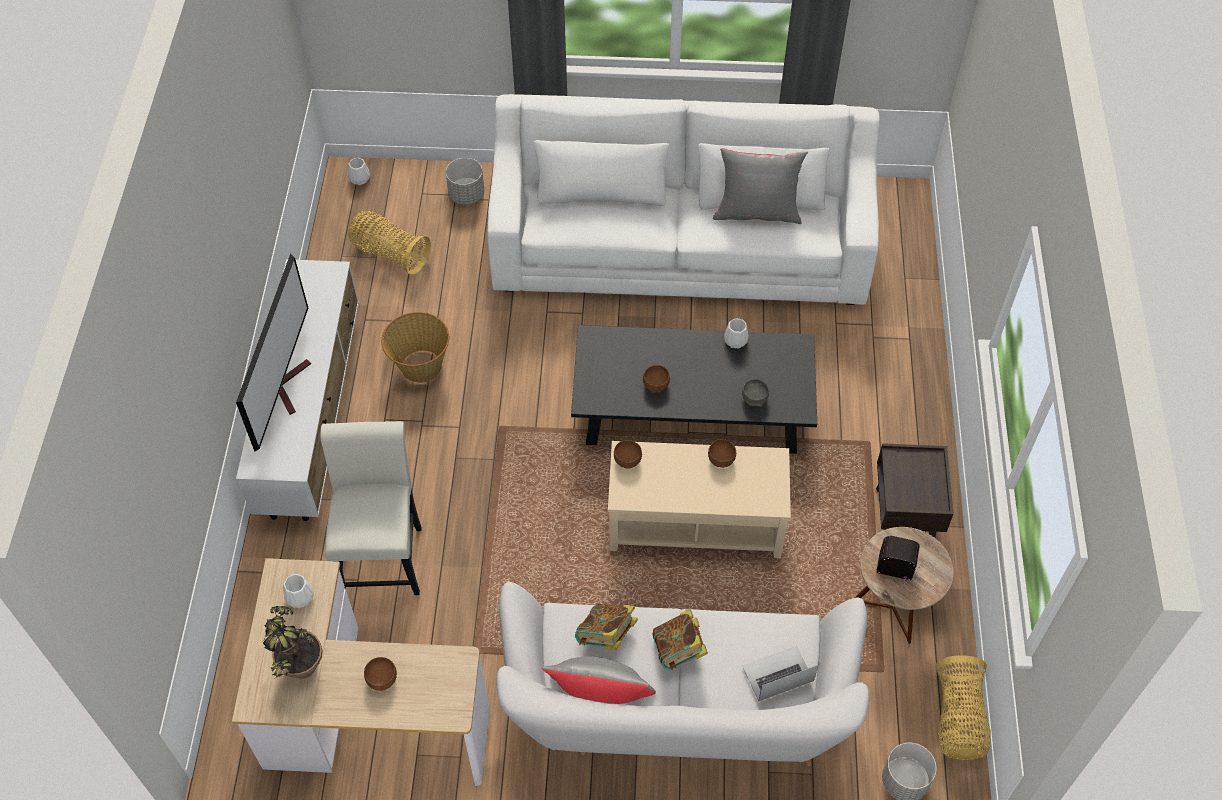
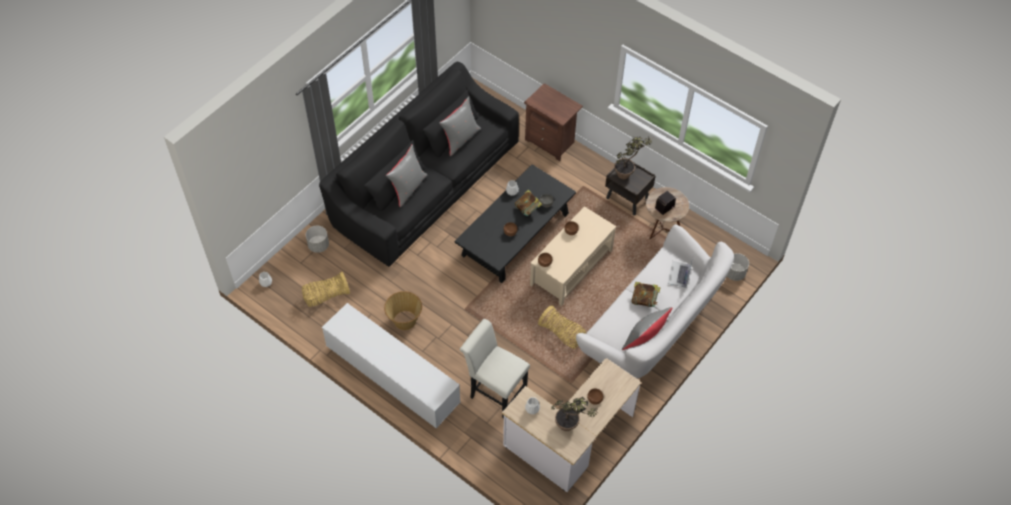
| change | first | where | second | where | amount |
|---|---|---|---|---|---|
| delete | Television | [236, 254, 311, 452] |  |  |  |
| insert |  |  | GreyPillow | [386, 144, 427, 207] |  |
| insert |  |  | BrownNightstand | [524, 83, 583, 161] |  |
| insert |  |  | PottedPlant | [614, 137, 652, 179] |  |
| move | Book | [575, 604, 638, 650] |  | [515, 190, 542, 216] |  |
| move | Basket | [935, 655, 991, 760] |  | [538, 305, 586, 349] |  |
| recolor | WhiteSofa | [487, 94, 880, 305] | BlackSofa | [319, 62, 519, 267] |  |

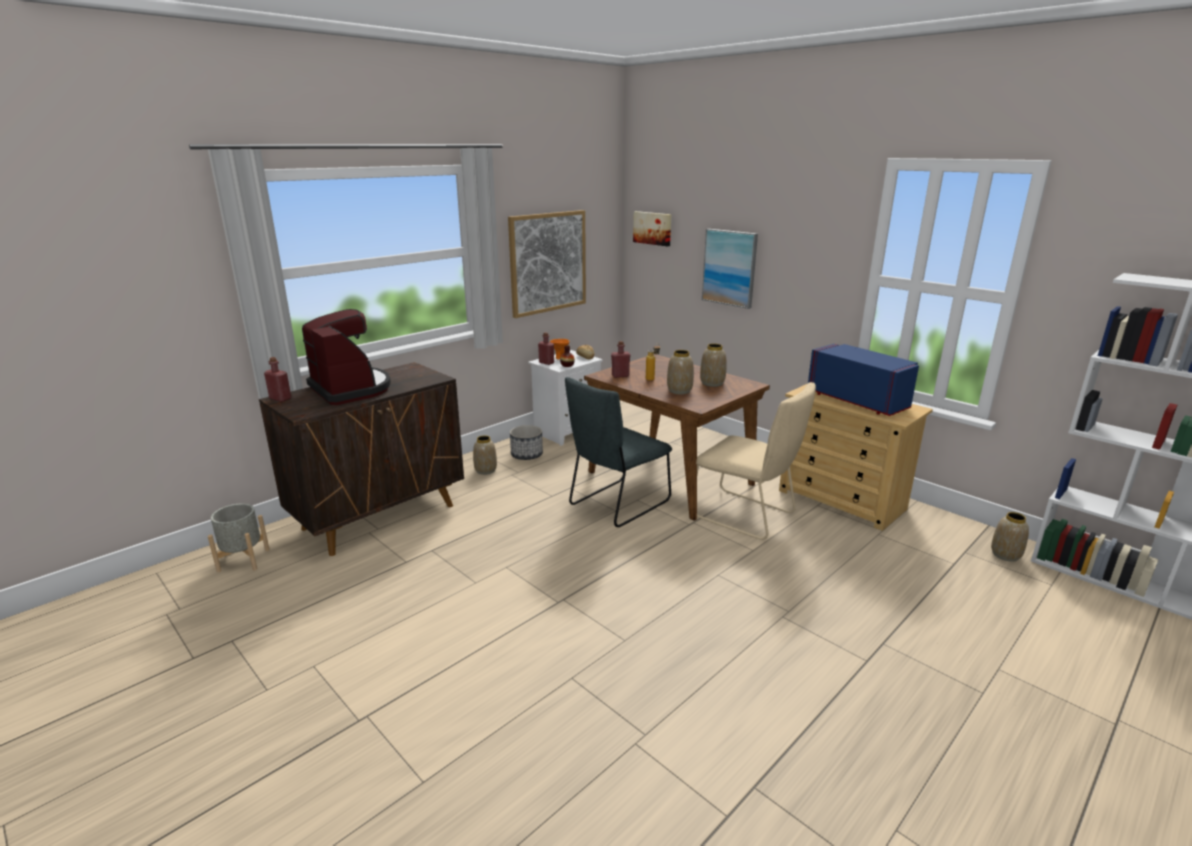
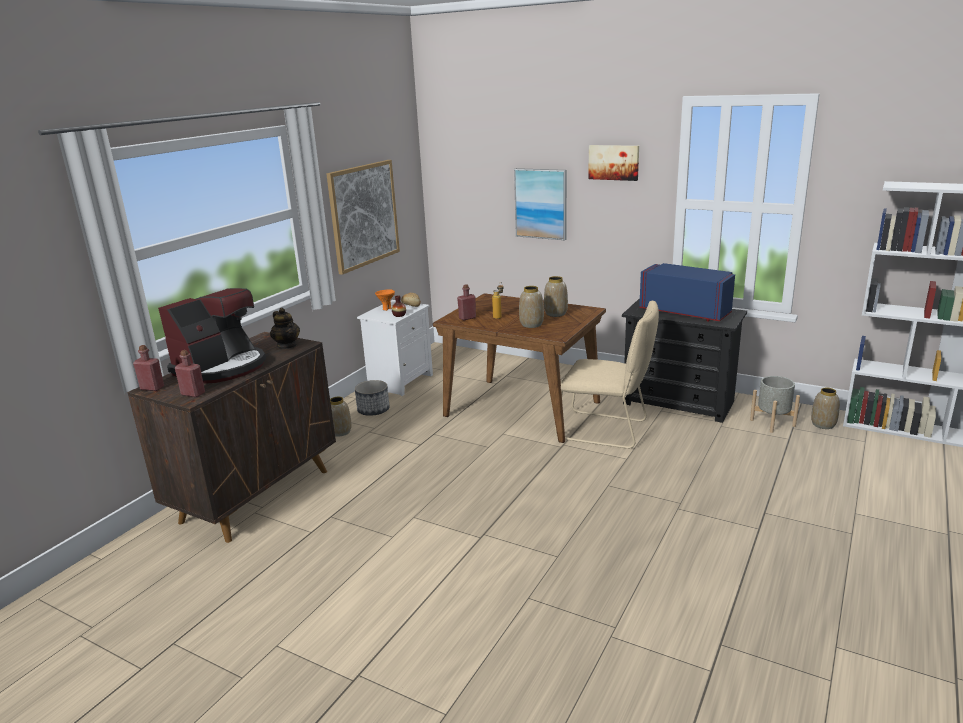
| change | first | where | second | where | amount |
|---|---|---|---|---|---|
| delete | GreyChair | [565, 377, 672, 527] |  |  |  |
| insert |  |  | Teapot | [270, 308, 300, 349] |  |
| move | GreyPlanter | [208, 504, 270, 572] |  | [750, 376, 800, 433] |  |
| move | RedBottle | [538, 332, 554, 365] |  | [175, 350, 205, 397] |  |
| move | Picture | [633, 211, 671, 246] |  | [588, 145, 639, 181] |  |
| recolor | BeigeDresser | [779, 384, 933, 531] | BlackDresser | [622, 298, 747, 423] |  |
| rotate | CoffeeMachine | [302, 309, 391, 405] |  | [158, 288, 266, 384] | 90 degrees clockwise |

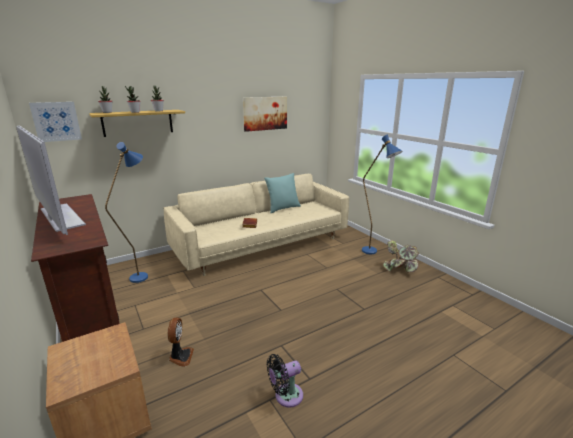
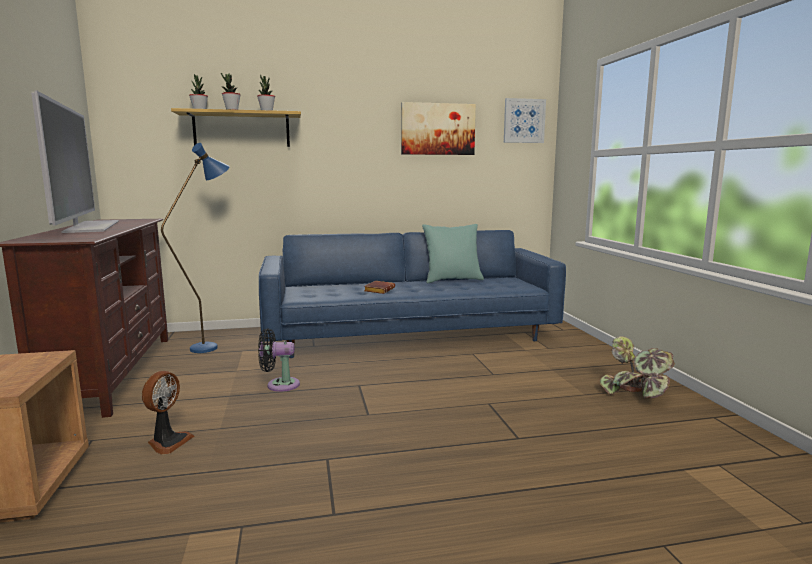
| change | first | where | second | where | amount |
|---|---|---|---|---|---|
| delete | BlueFloorLamp | [362, 135, 403, 254] |  |  |  |
| move | Picture | [29, 102, 82, 142] |  | [504, 98, 546, 143] |  |
| move | BlackFan | [267, 354, 303, 408] |  | [258, 328, 300, 392] |  |
| recolor | BeigeSofa | [163, 174, 349, 276] | BlueSofa | [259, 230, 566, 358] |  |

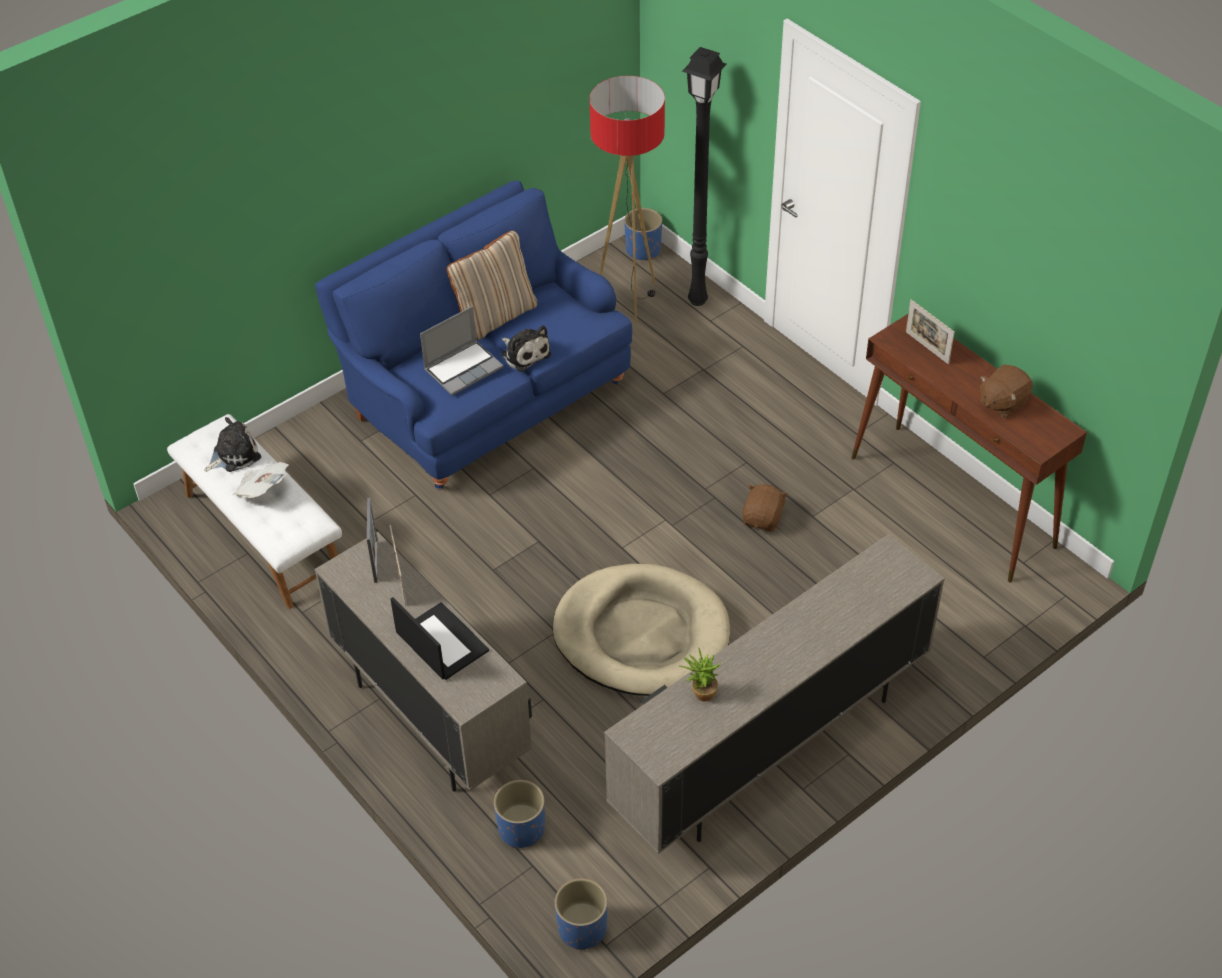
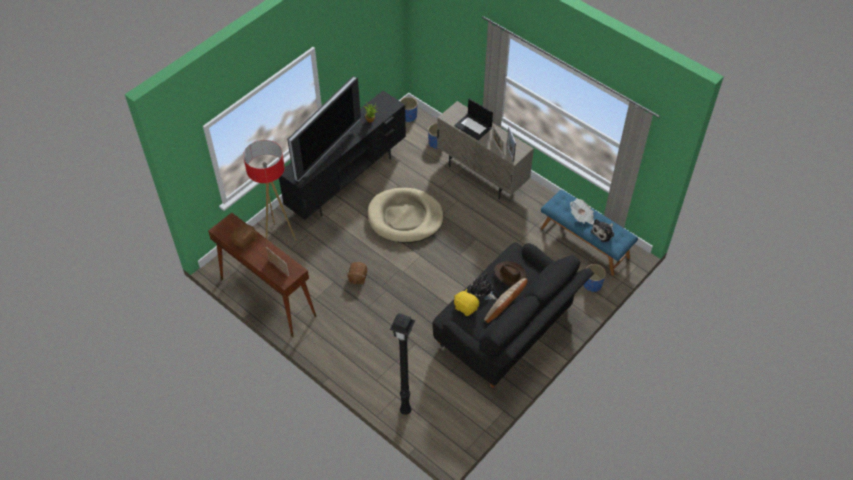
| change | first | where | second | where | amount |
|---|---|---|---|---|---|
| insert |  |  | Television | [287, 76, 361, 182] |  |
| insert |  |  | YellowPlushToy | [454, 289, 479, 316] |  |
| move | FloorLamp | [590, 76, 665, 322] |  | [243, 140, 296, 241] |  |
| move | BluePlanter | [624, 208, 662, 261] |  | [583, 264, 606, 292] |  |
| replace | Laptop | [420, 306, 503, 395] | BrownHat | [494, 261, 527, 287] |  |
| recolor | WhiteBench | [167, 414, 342, 609] | BlueBench | [541, 189, 638, 276] |  |
| recolor | BlueSofa | [315, 181, 632, 488] | BlackSofa | [432, 242, 594, 388] |  |
| recolor | BeigeTvStand | [604, 534, 945, 854] | BlackTvStand | [279, 91, 406, 220] |  |

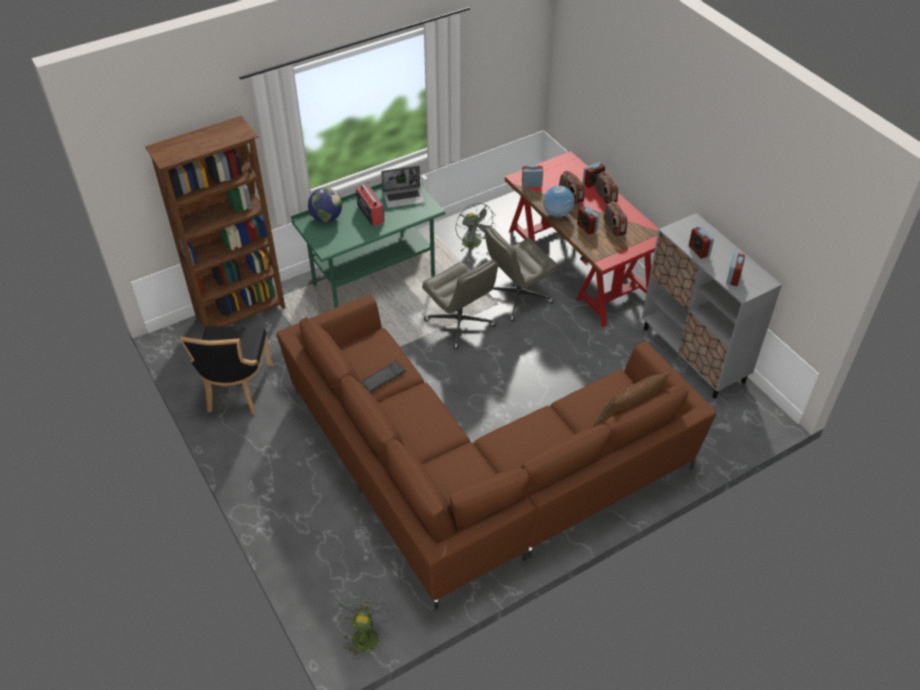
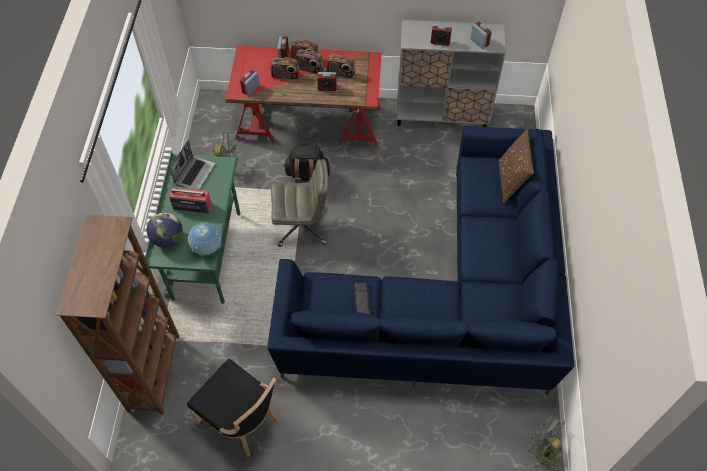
| change | first | where | second | where | amount |
|---|---|---|---|---|---|
| insert |  |  | Radio | [295, 49, 324, 74] |  |
| move | Globe | [543, 185, 575, 217] |  | [188, 223, 221, 255] |  |
| replace | GreyOfficeChair | [484, 227, 558, 321] | BlackBackpack | [283, 145, 330, 183] |  |
| recolor | BrownSofa | [276, 294, 716, 610] | BlueSofa | [267, 126, 574, 395] |  |

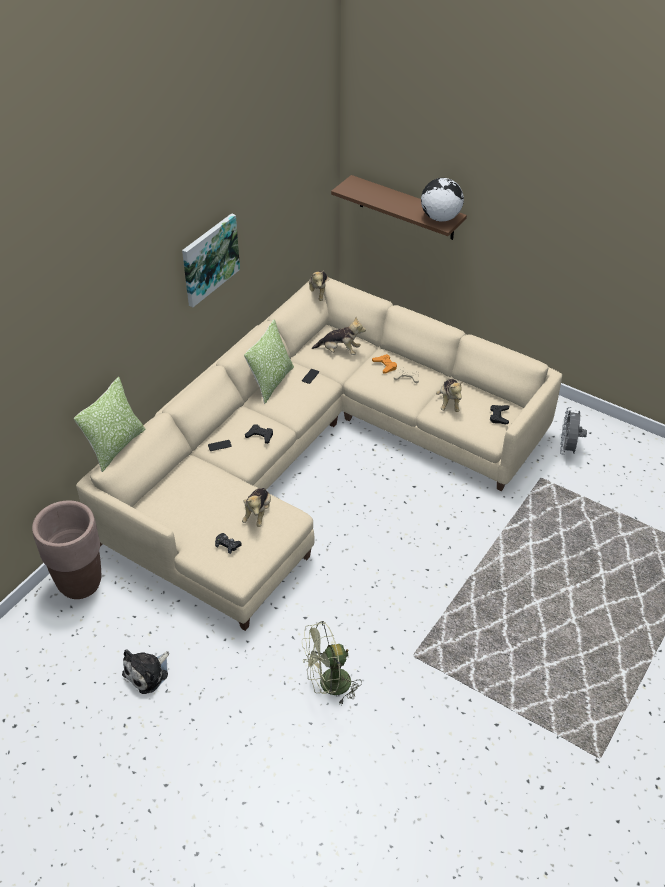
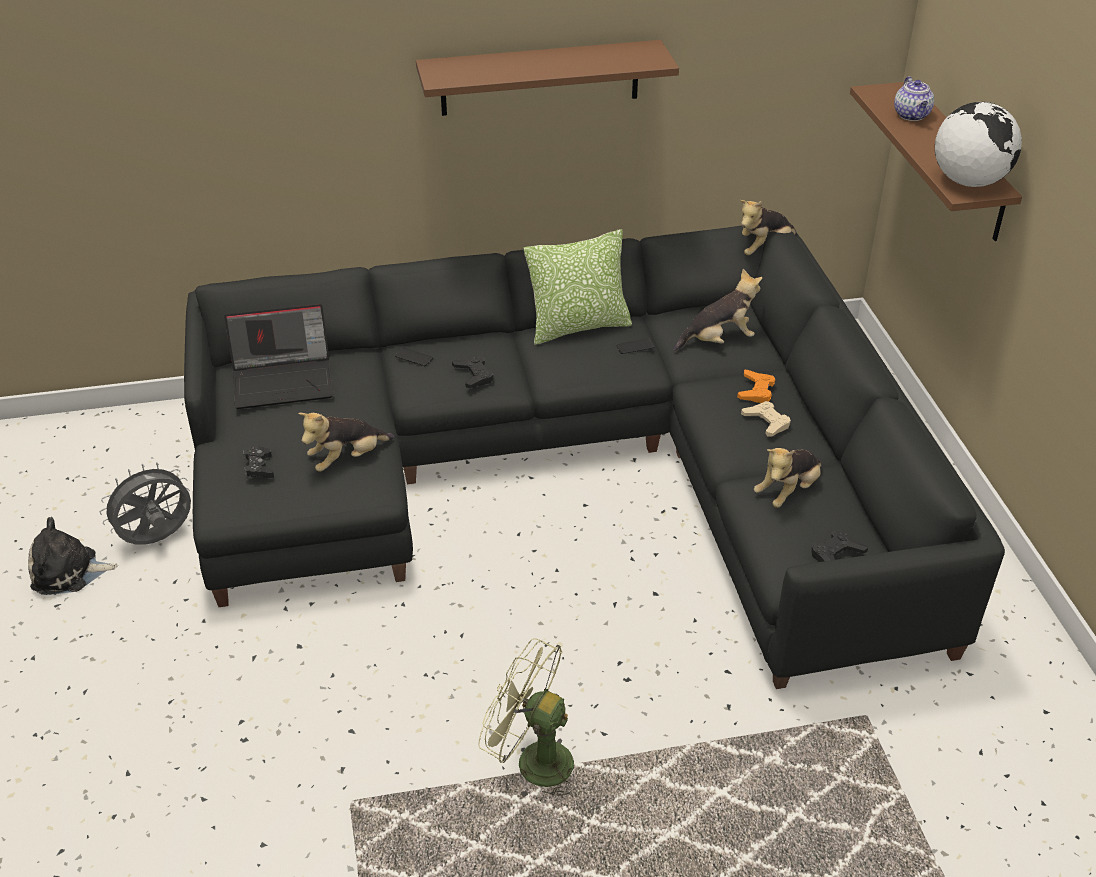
| change | first | where | second | where | amount |
|---|---|---|---|---|---|
| delete | BrownPlanter | [32, 500, 102, 599] |  |  |  |
| delete | Pillow | [74, 377, 146, 472] |  |  |  |
| insert |  |  | Laptop | [224, 304, 333, 409] |  |
| insert |  |  | Teapot | [894, 76, 934, 121] |  |
| move | GreenFan | [302, 621, 362, 705] |  | [478, 638, 574, 802] |  |
| move | GreyFan | [560, 407, 587, 455] |  | [100, 462, 191, 545] |  |
| replace | Picture | [182, 213, 240, 307] | BrownShelf | [416, 40, 679, 116] |  |
| recolor | BeigeSofa | [76, 278, 562, 631] | BlackSofa | [184, 226, 1005, 689] |  |
| rotate | PlushToy | [312, 317, 366, 355] |  | [673, 269, 762, 351] | 75 degrees counterclockwise |

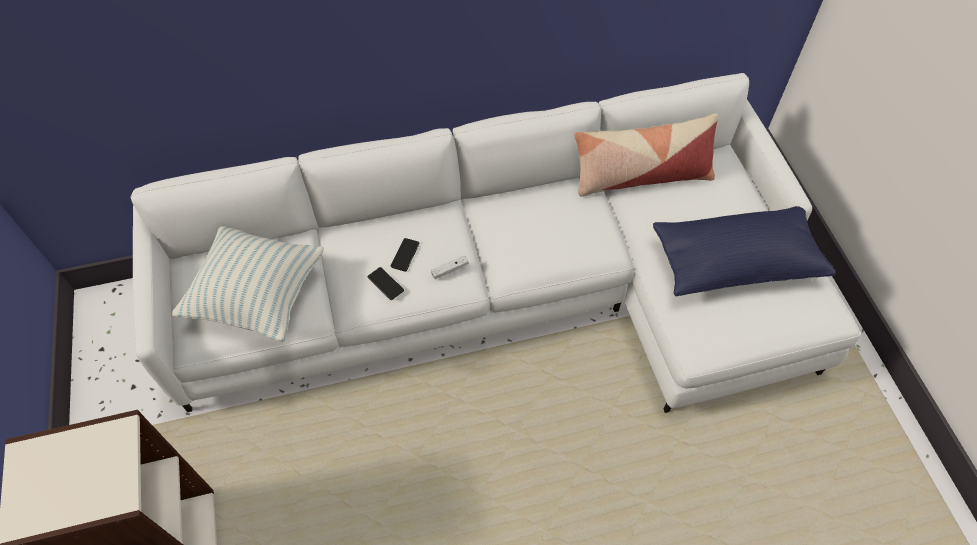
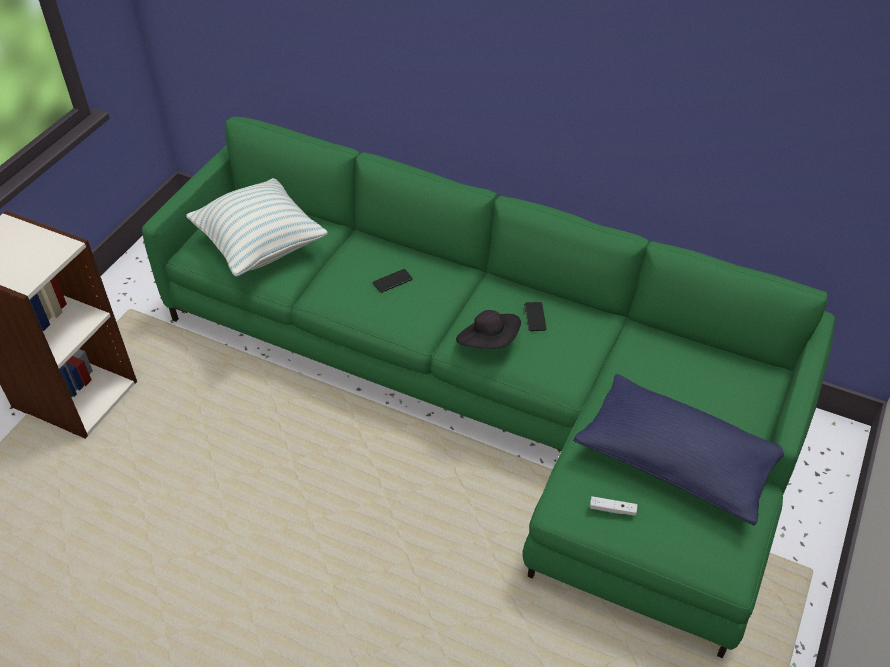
| change | first | where | second | where | amount |
|---|---|---|---|---|---|
| delete | Pillow | [574, 113, 718, 197] |  |  |  |
| insert |  |  | BlackHat | [456, 310, 521, 349] |  |
| move | Phone | [368, 267, 404, 300] |  | [524, 302, 546, 331] |  |
| move | WhiteGameController | [431, 255, 469, 279] |  | [590, 496, 637, 516] |  |
| recolor | WhiteSofa | [130, 73, 860, 413] | GreenSofa | [142, 117, 835, 658] |  |

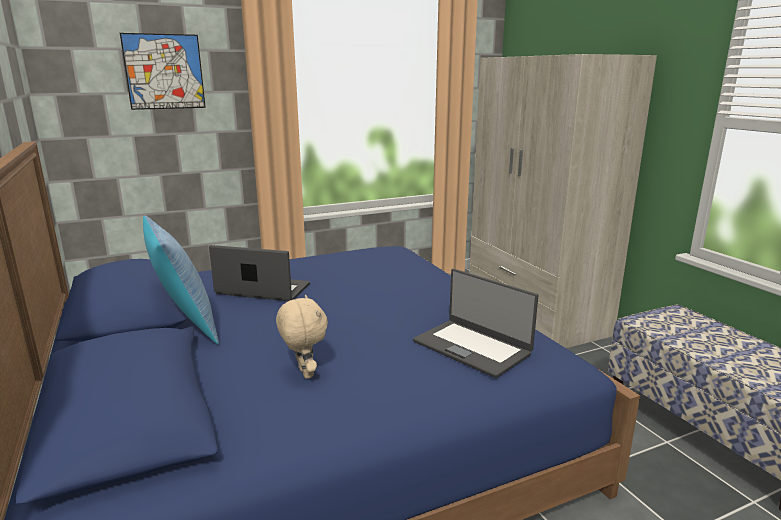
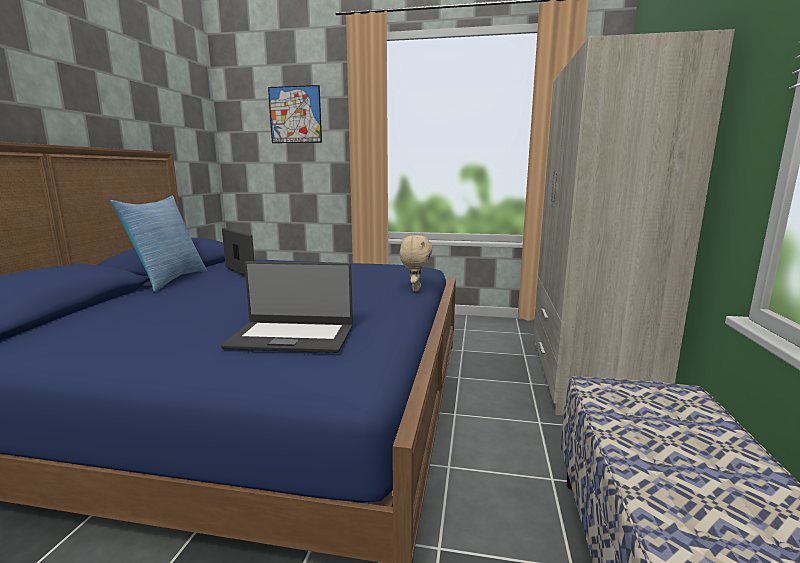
| change | first | where | second | where | amount |
|---|---|---|---|---|---|
| move | BeigePlushToy | [276, 295, 328, 379] |  | [400, 235, 433, 291] |  |
| rotate | Laptop | [413, 269, 538, 378] |  | [221, 261, 353, 353] | 75 degrees counterclockwise |

